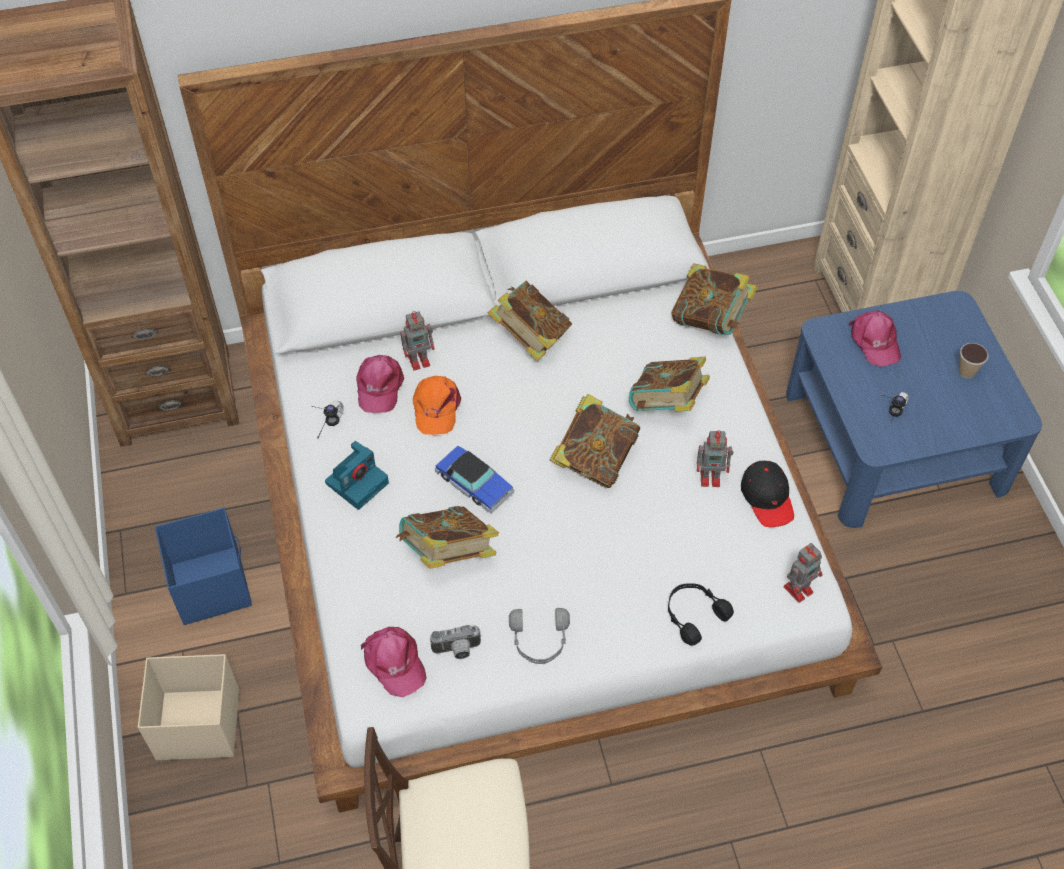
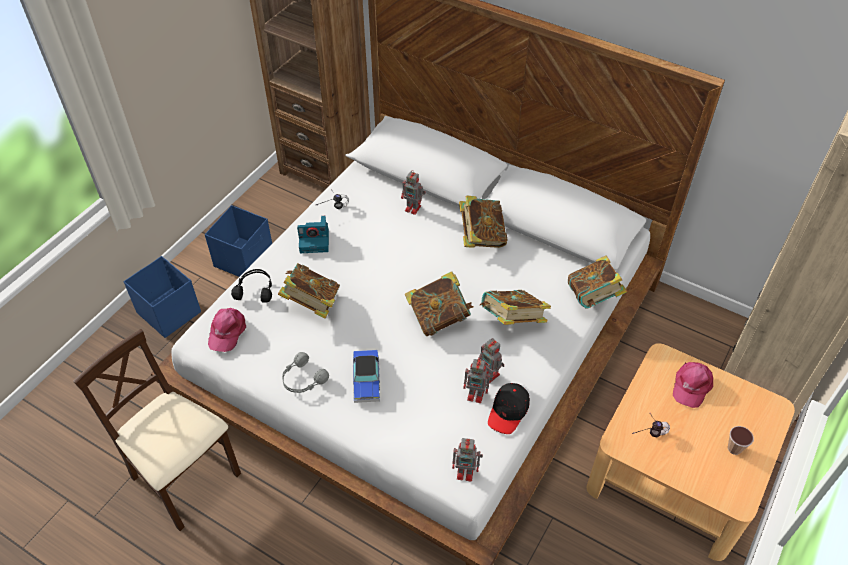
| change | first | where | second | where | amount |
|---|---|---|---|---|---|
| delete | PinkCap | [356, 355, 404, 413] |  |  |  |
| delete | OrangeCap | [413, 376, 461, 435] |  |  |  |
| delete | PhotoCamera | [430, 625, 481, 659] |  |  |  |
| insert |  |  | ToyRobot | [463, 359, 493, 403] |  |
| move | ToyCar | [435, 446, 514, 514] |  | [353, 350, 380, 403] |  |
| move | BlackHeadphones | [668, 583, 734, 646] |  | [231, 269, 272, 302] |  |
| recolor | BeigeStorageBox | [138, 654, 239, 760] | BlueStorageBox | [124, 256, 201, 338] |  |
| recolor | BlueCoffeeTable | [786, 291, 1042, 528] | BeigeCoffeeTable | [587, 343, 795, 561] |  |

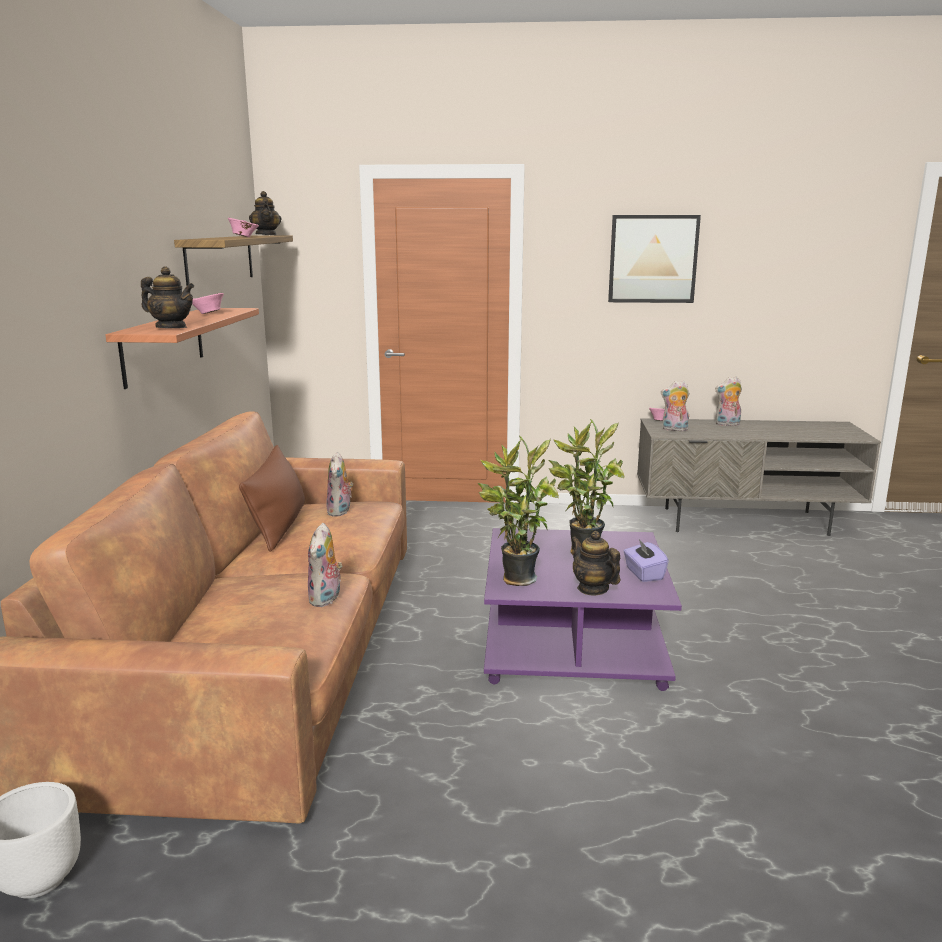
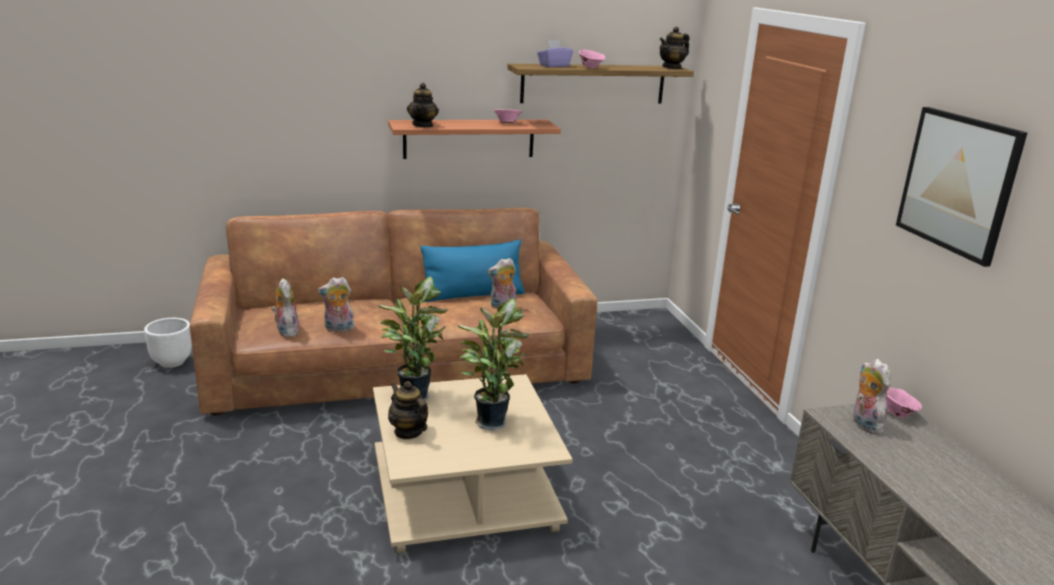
| change | first | where | second | where | amount |
|---|---|---|---|---|---|
| move | PurpleTissueBox | [624, 539, 669, 582] |  | [537, 40, 573, 67] |  |
| move | PlushToy | [715, 376, 742, 426] |  | [271, 278, 299, 337] |  |
| recolor | BrownPillow | [239, 445, 305, 552] | BluePillow | [420, 240, 525, 302] |  |
| recolor | PurpleCoffeeTable | [484, 528, 682, 691] | BeigeCoffeeTable | [373, 374, 573, 553] |  |
| rotate | Teapot | [571, 531, 620, 595] |  | [388, 381, 428, 439] | 75 degrees counterclockwise |

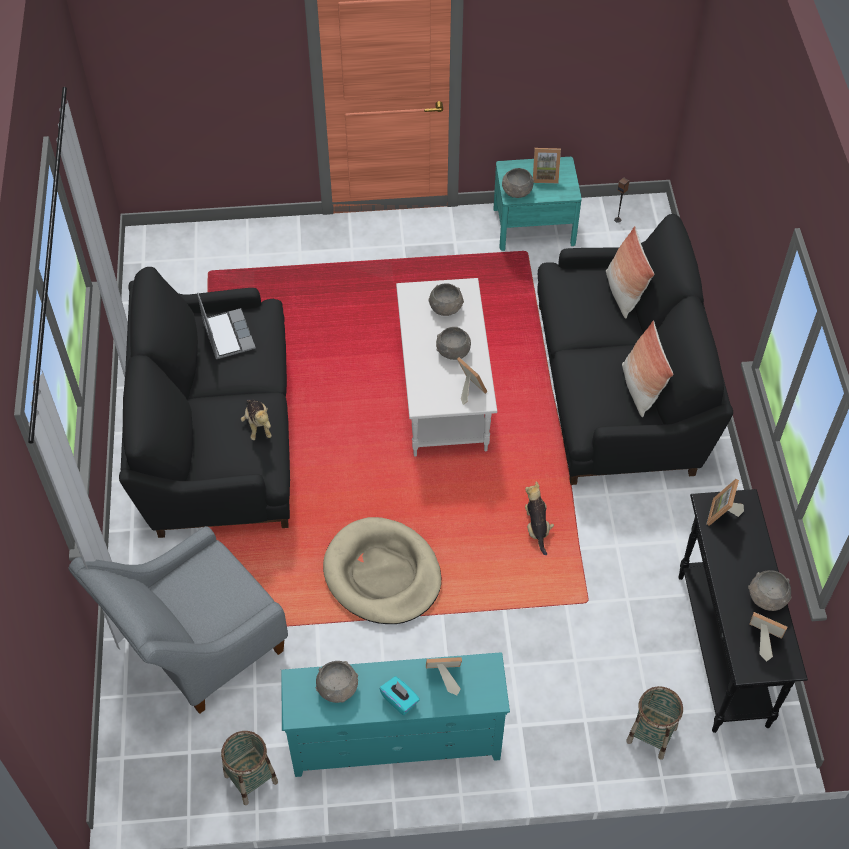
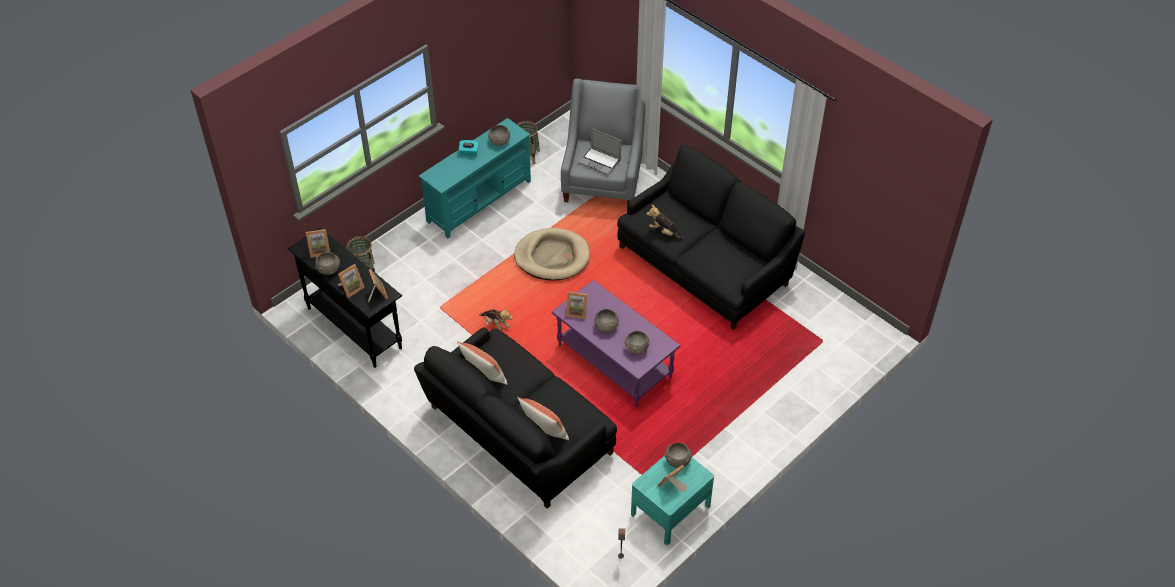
| change | first | where | second | where | amount |
|---|---|---|---|---|---|
| move | Laptop | [197, 293, 256, 359] |  | [578, 128, 621, 175] |  |
| move | PictureFrame | [426, 657, 462, 695] |  | [338, 264, 365, 298] |  |
| recolor | WhiteCoffeeTable | [396, 278, 497, 457] | PurpleCoffeeTable | [552, 280, 681, 407] |  |

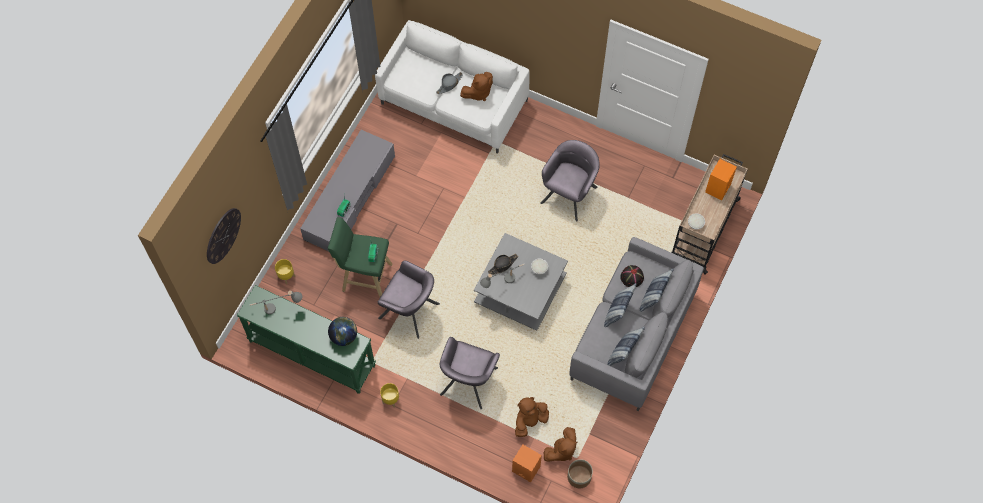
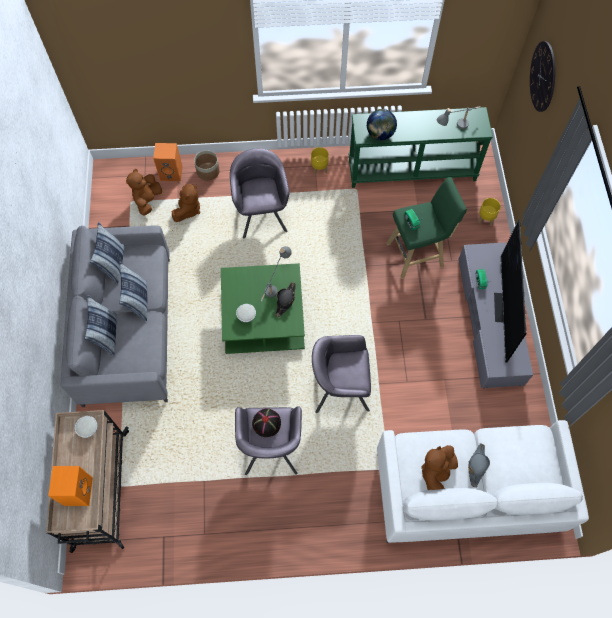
| change | first | where | second | where | amount |
|---|---|---|---|---|---|
| insert |  |  | Television | [494, 219, 526, 362] |  |
| move | GreyArmchair | [378, 261, 440, 339] |  | [312, 335, 371, 413] |  |
| move | Planter | [567, 459, 593, 488] |  | [194, 150, 220, 181] |  |
| move | BlackHat | [620, 265, 644, 287] |  | [252, 408, 281, 437] |  |
| recolor | GreyCoffeeTable | [474, 233, 568, 331] | GreenCoffeeTable | [221, 263, 305, 354] |  |

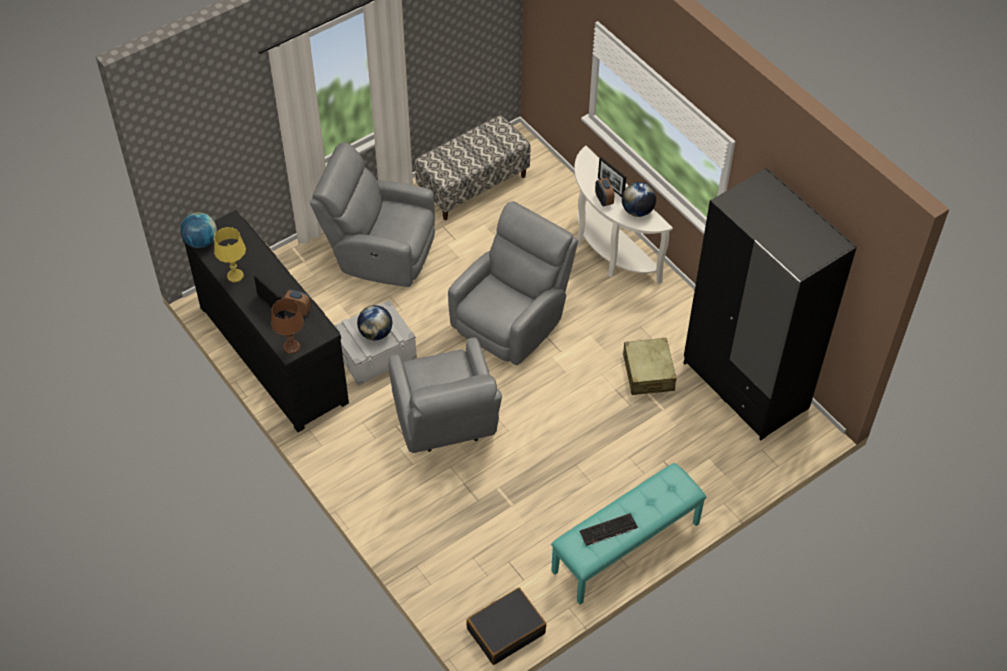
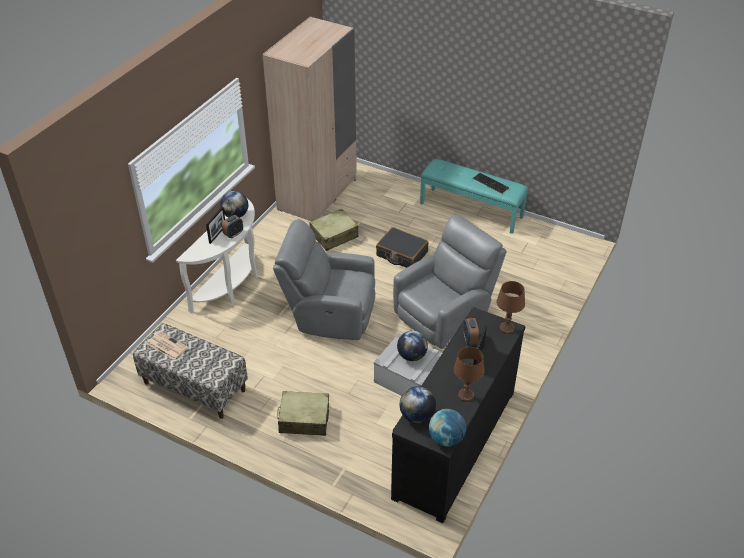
| change | first | where | second | where | amount |
|---|---|---|---|---|---|
| insert |  |  | Newspaper | [147, 331, 188, 360] |  |
| insert |  |  | Globe | [399, 386, 436, 423] |  |
| move | BlackSuitcase | [466, 588, 546, 665] |  | [376, 227, 429, 268] |  |
| replace | GreyArmchair | [310, 142, 435, 287] | BeigeSuitcase | [277, 391, 329, 436] |  |
| recolor | YellowTableLamp | [214, 227, 246, 283] | BrownTableLamp | [454, 347, 485, 402] |  |
| recolor | BlackWardrobe | [684, 168, 857, 441] | BeigeWardrobe | [262, 16, 357, 221] |  |

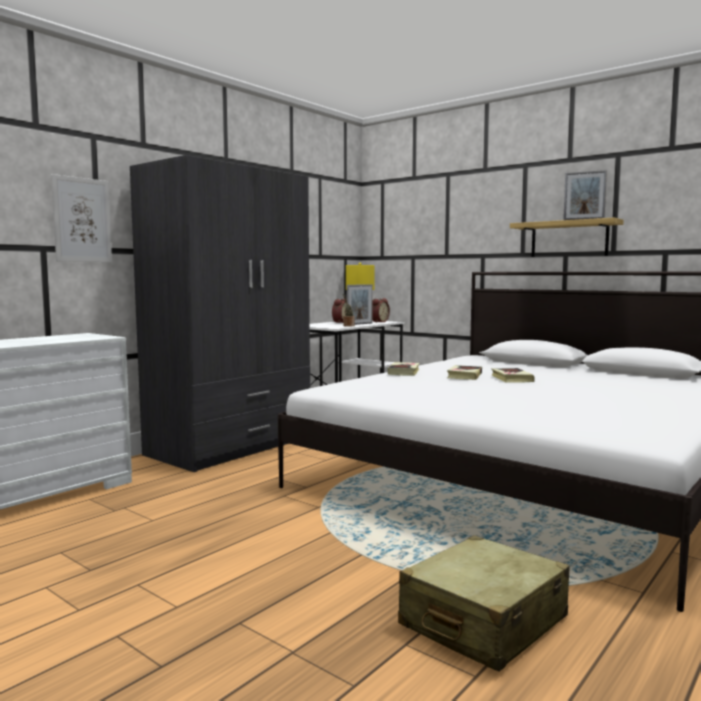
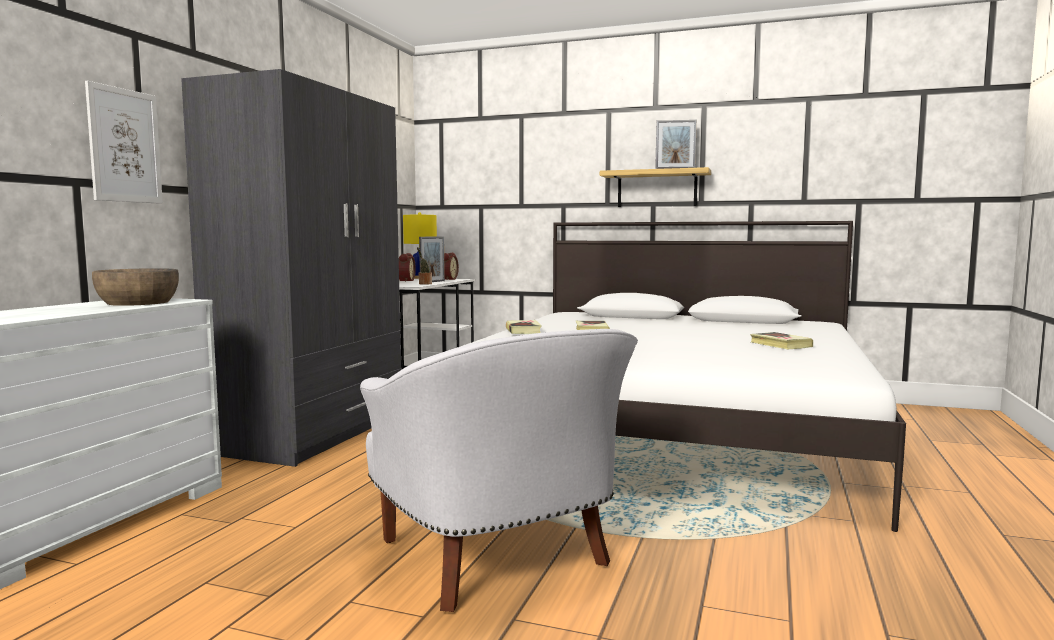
| change | first | where | second | where | amount |
|---|---|---|---|---|---|
| delete | BeigeSuitcase | [398, 535, 569, 672] |  |  |  |
| insert |  |  | BrownBowl | [92, 268, 179, 306] |  |
| insert |  |  | WhiteArmchair | [360, 329, 638, 612] |  |
| move | Book | [491, 368, 535, 383] |  | [750, 332, 813, 349] |  |

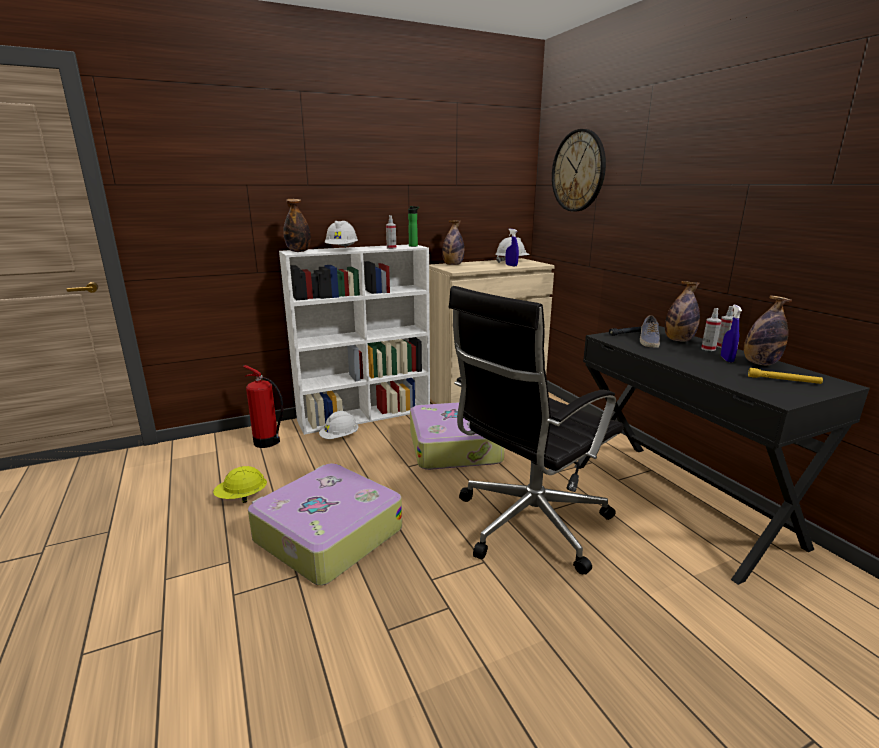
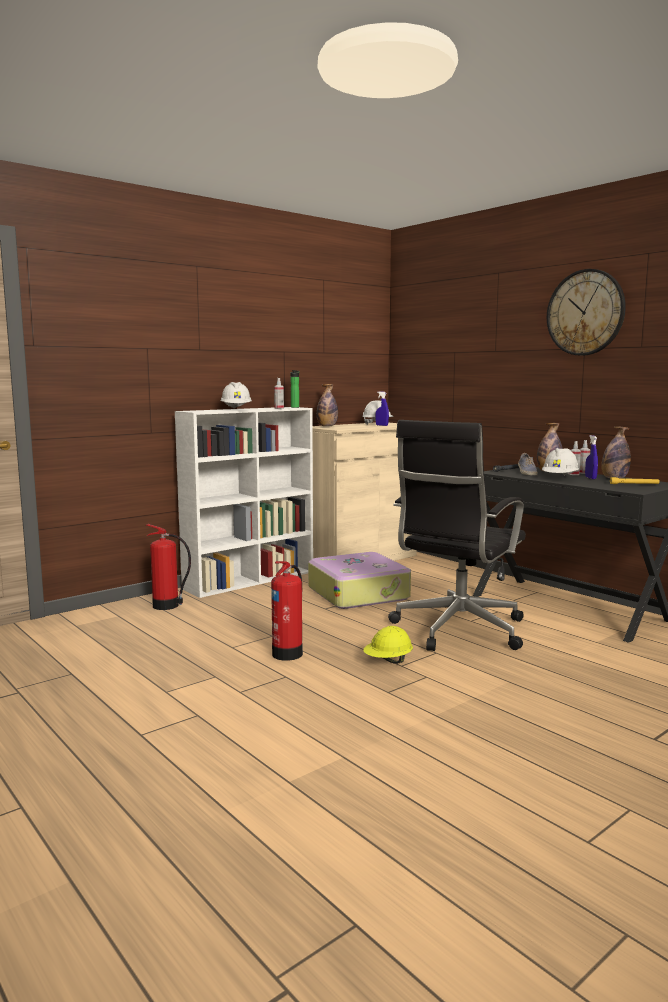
| change | first | where | second | where | amount |
|---|---|---|---|---|---|
| delete | Bottle | [283, 199, 311, 252] |  |  |  |
| move | YellowHardHat | [213, 466, 267, 503] |  | [363, 626, 413, 664] |  |
| move | WhiteHardHat | [319, 411, 359, 439] |  | [542, 448, 579, 476] |  |
| move | WallClock | [552, 129, 606, 212] |  | [547, 269, 626, 356] |  |
| replace | Suitcase | [248, 463, 402, 585] | FireExtinguisher | [271, 561, 303, 661] |  |

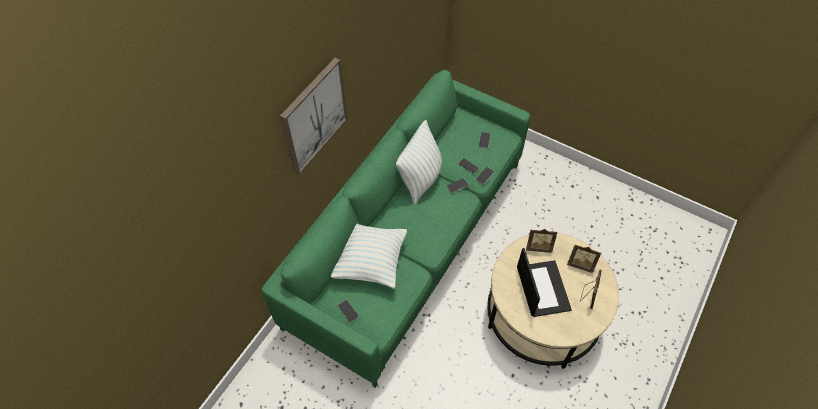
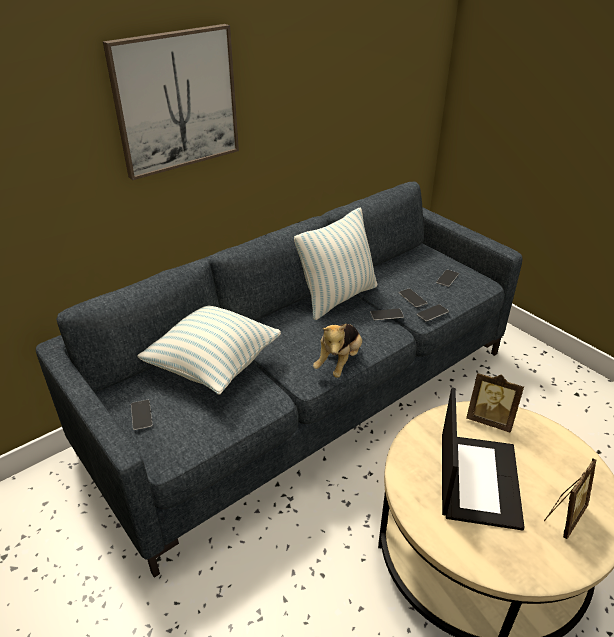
| change | first | where | second | where | amount |
|---|---|---|---|---|---|
| delete | PictureFrame | [567, 245, 602, 273] |  |  |  |
| insert |  |  | PlushToy | [313, 324, 362, 378] |  |
| recolor | GreenSofa | [261, 70, 530, 388] | GreySofa | [36, 182, 523, 578] |  |

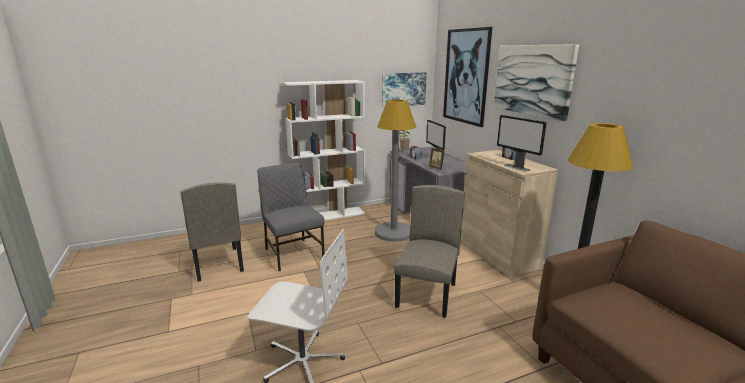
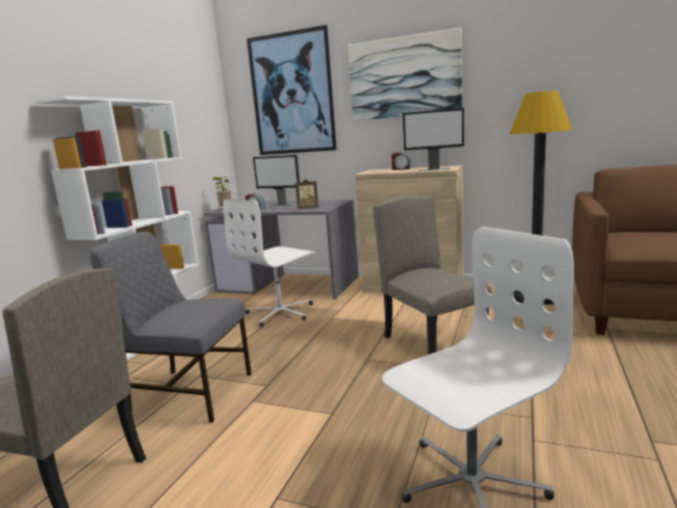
| change | first | where | second | where | amount |
|---|---|---|---|---|---|
| delete | Picture | [382, 72, 427, 107] |  |  |  |
| replace | GreyFloorLamp | [375, 99, 416, 242] | WhiteOfficeChair | [223, 199, 316, 327] |  |

